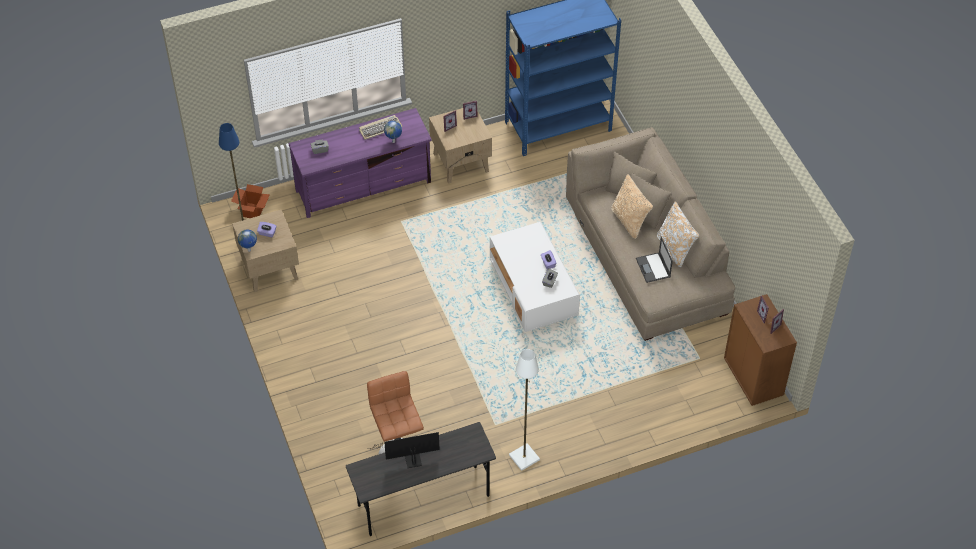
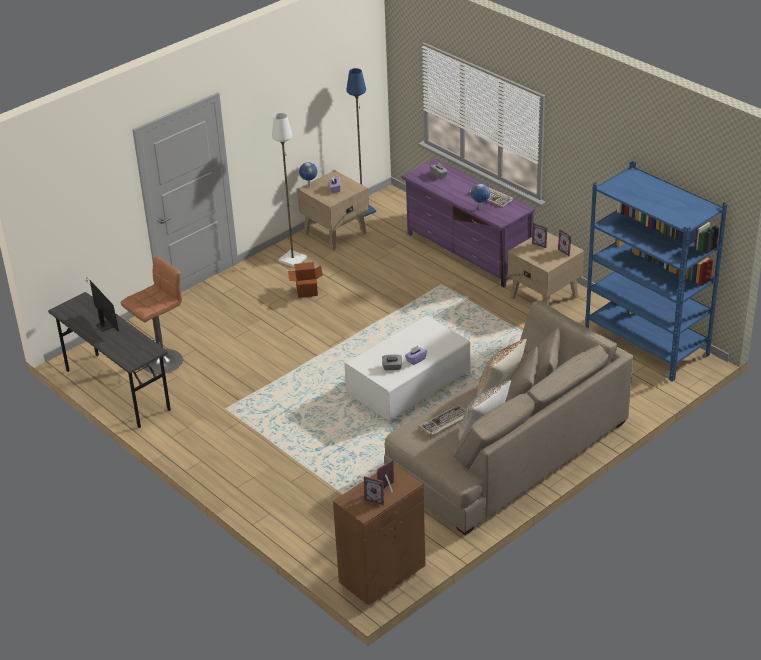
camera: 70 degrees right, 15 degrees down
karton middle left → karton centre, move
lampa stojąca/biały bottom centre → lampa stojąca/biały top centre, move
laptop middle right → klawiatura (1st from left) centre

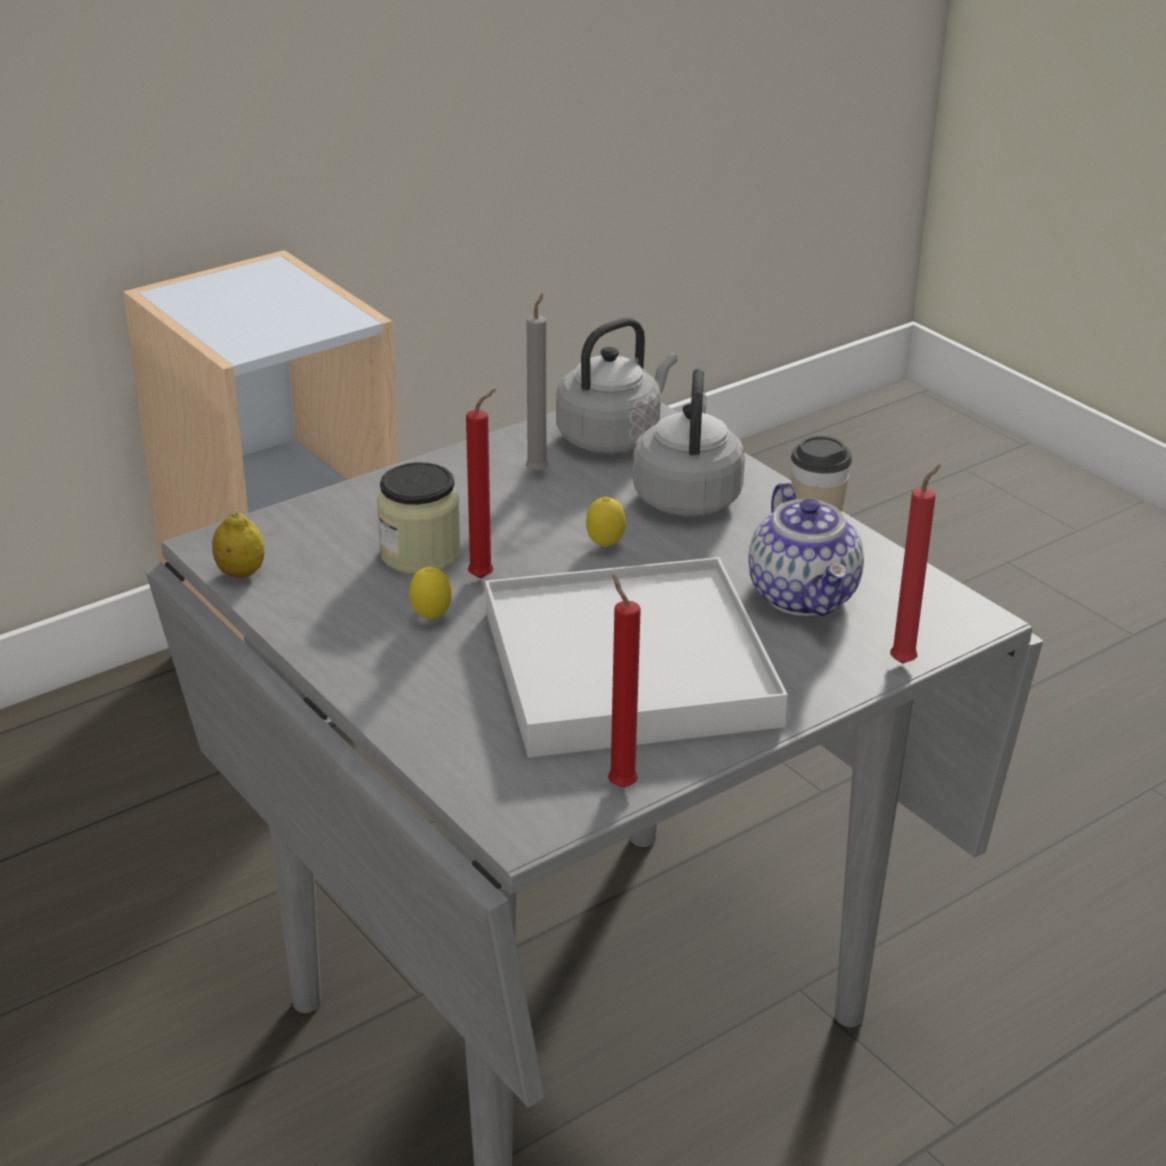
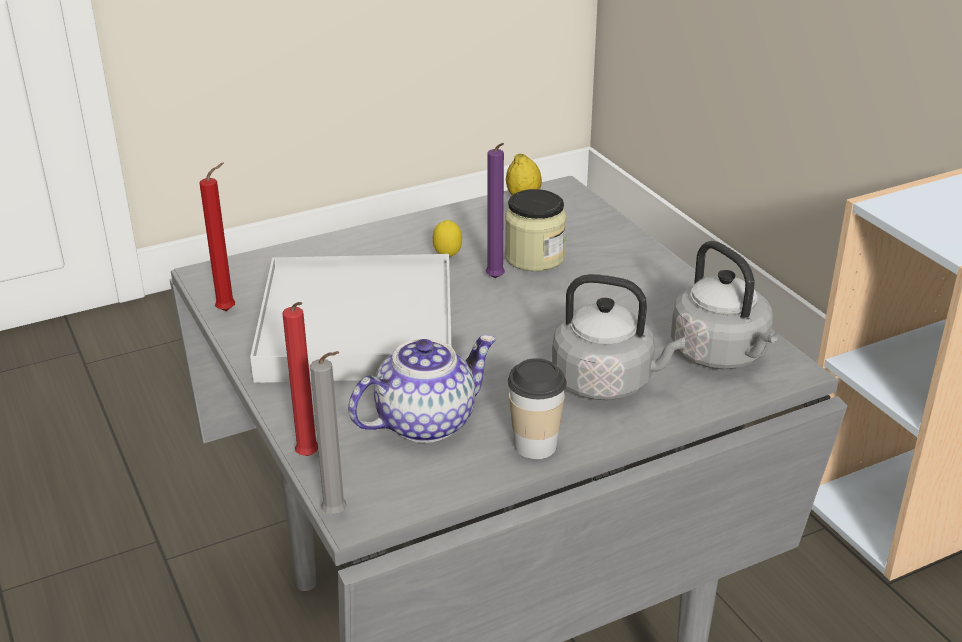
camera: 100 degrees right, 0 degrees up
cytryna (3rd from left) centre → -
świeca/szary top centre → świeca/szary bottom centre, move
świeca/czerwony (1st from left) centre → świeca/fioletowy top centre
imbryk middle right → imbryk centre, 150 degrees clockwise

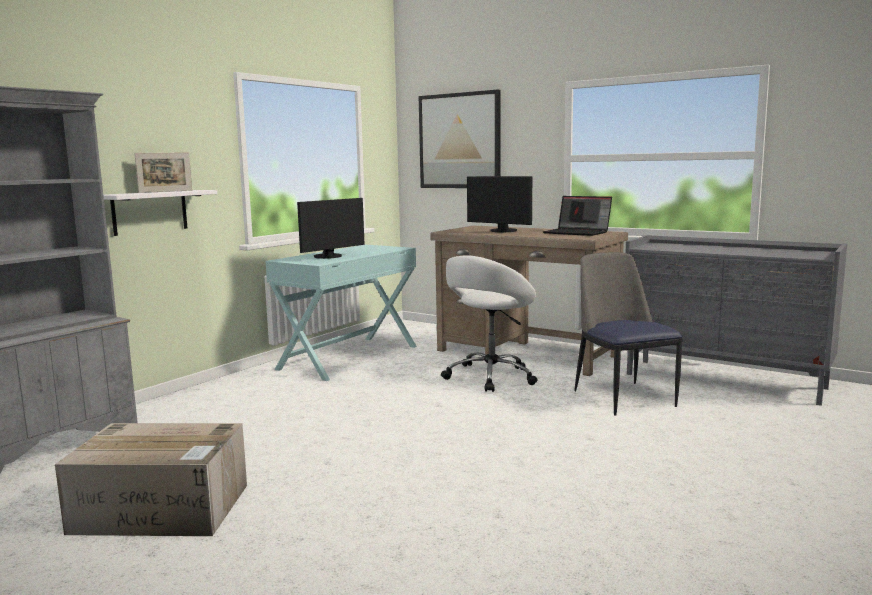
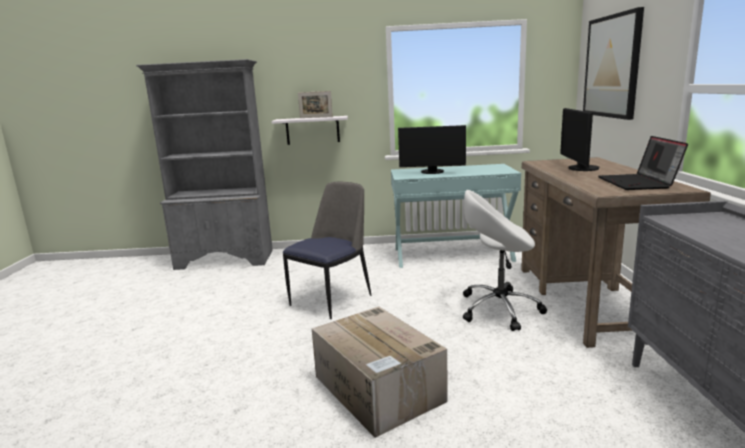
camera: 55 degrees right, 5 degrees up
karton bottom left → karton bottom centre, move
krzesło middle right → krzesło centre, move

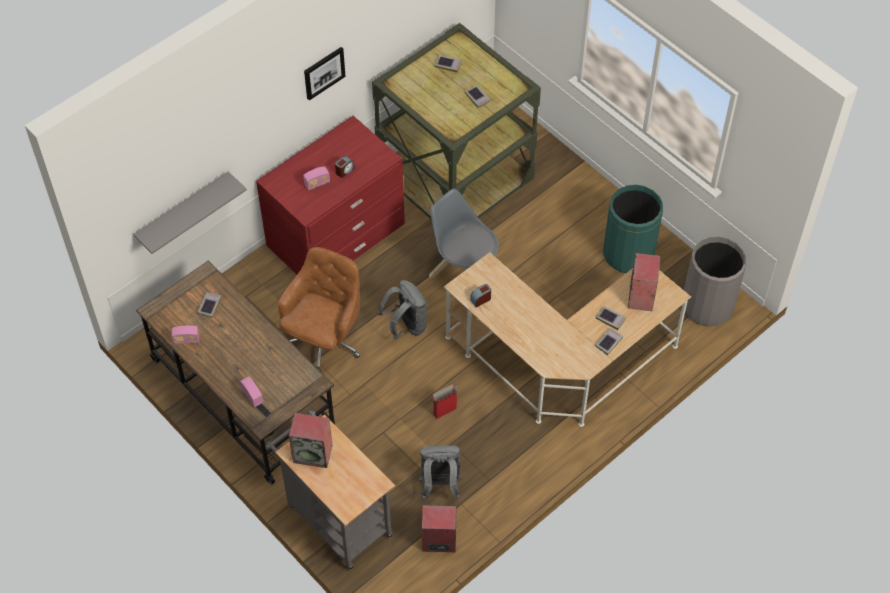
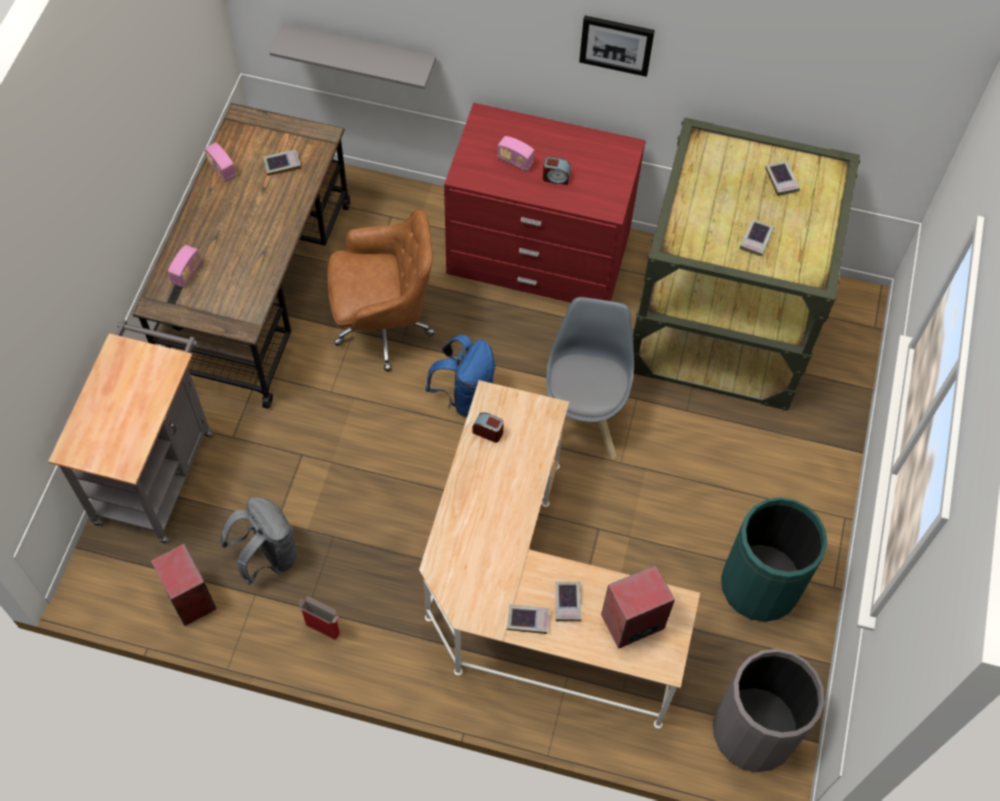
camera: 55 degrees right, 5 degrees up
głośnik (1st from left) bottom centre → -
karton bottom centre → karton bottom left, move
plecak/szary (1st from left) centre → plecak/niebieski centre

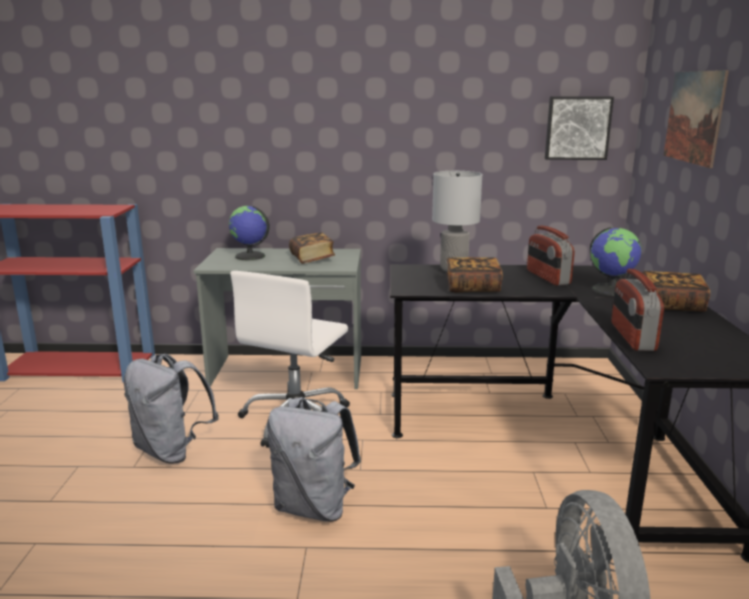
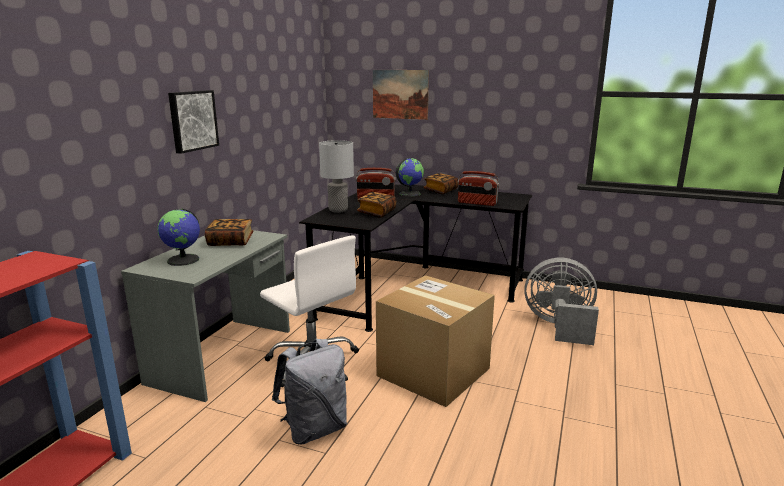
camera: 70 degrees left, 0 degrees up
obraz (1st from left) top right → obraz (1st from left) top left, move
plecak/szary (2nd from left) bottom centre → karton bottom centre

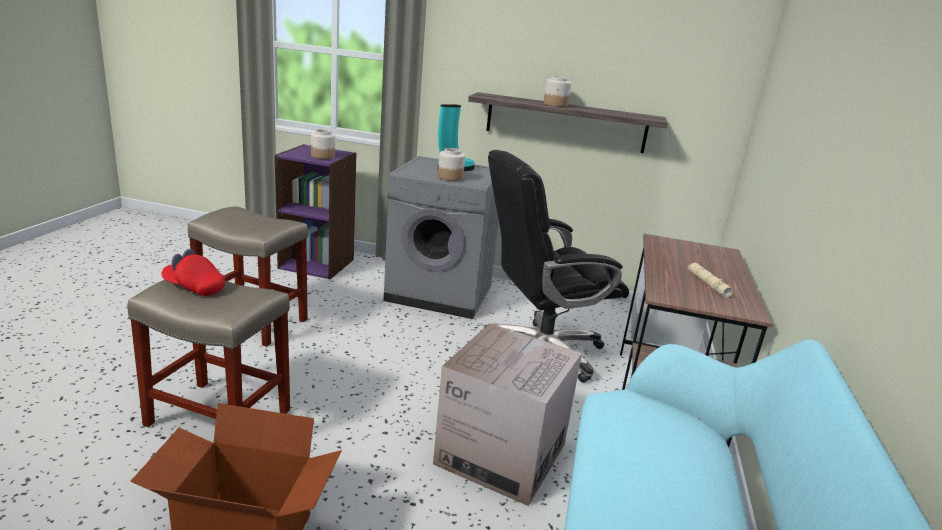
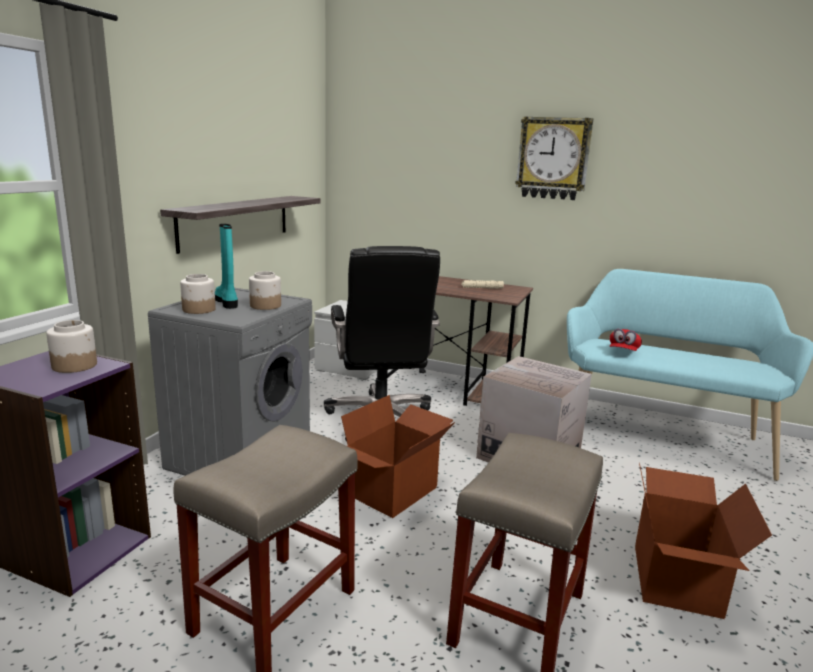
camera: 80 degrees left, 5 degrees down
- → karton (1st from left) bottom centre
- → zegar ścienny top right
czapka z daszkiem/czerwony middle left → czapka z daszkiem/czerwony middle right, move
słoik (3rd from left in the first image) top centre → słoik (2nd from left) middle left, move

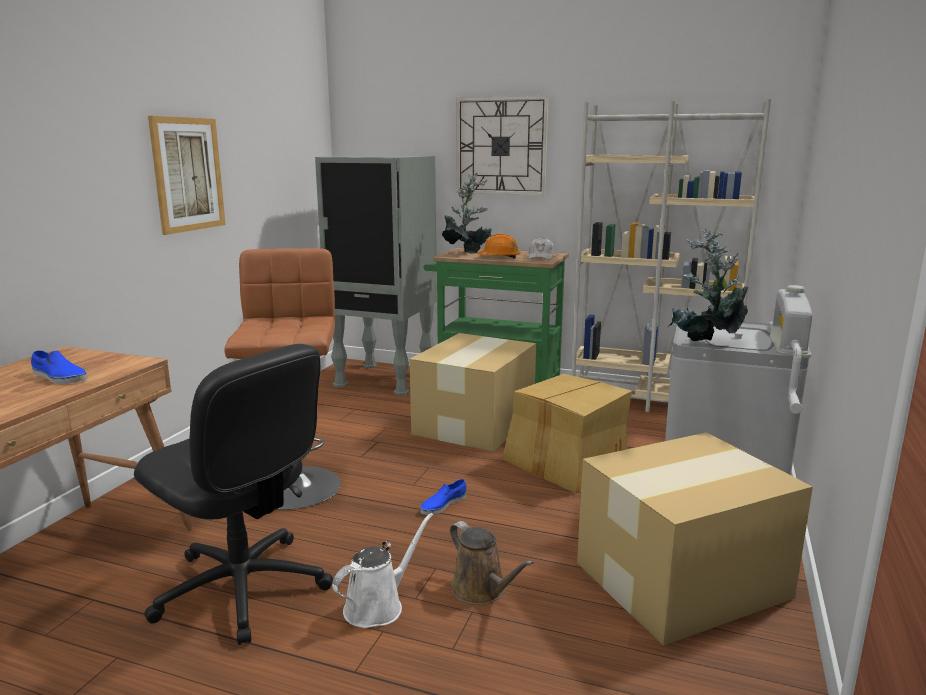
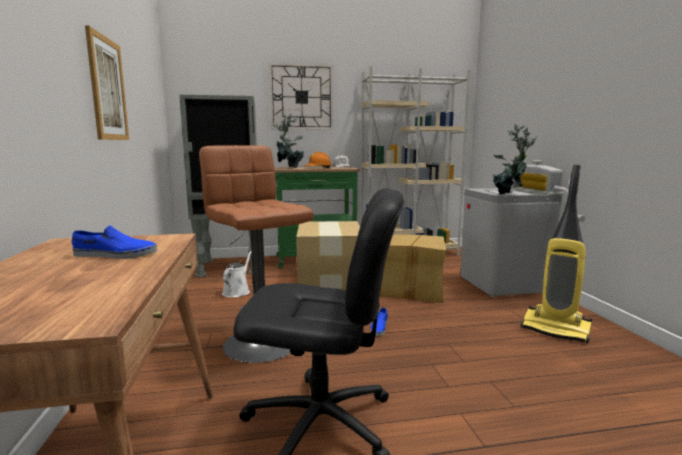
camera: 30 degrees left, 5 degrees down
konewka/brązowy bottom centre → -
konewka/biały bottom centre → konewka/biały centre, move
karton (3rd from left) bottom right → odkurzacz middle right

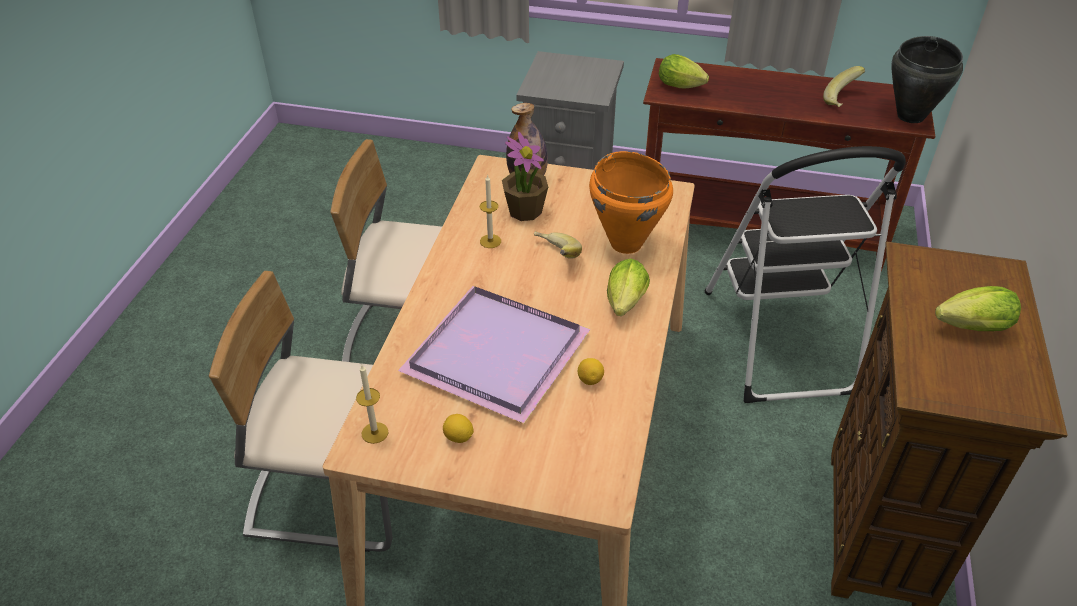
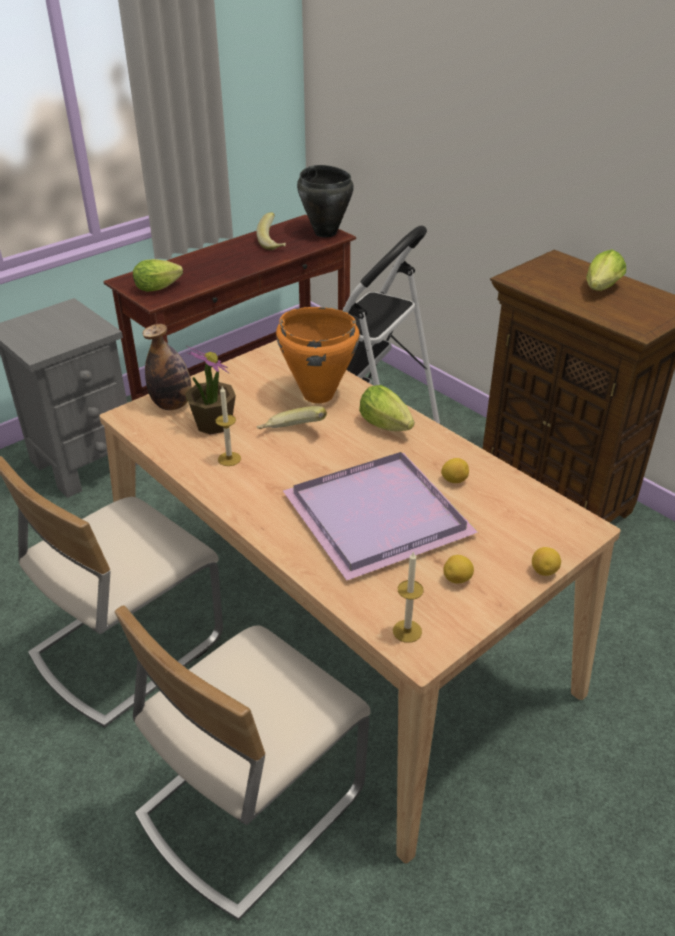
camera: 55 degrees left, 5 degrees down
- → cytryna (3rd from left) middle right

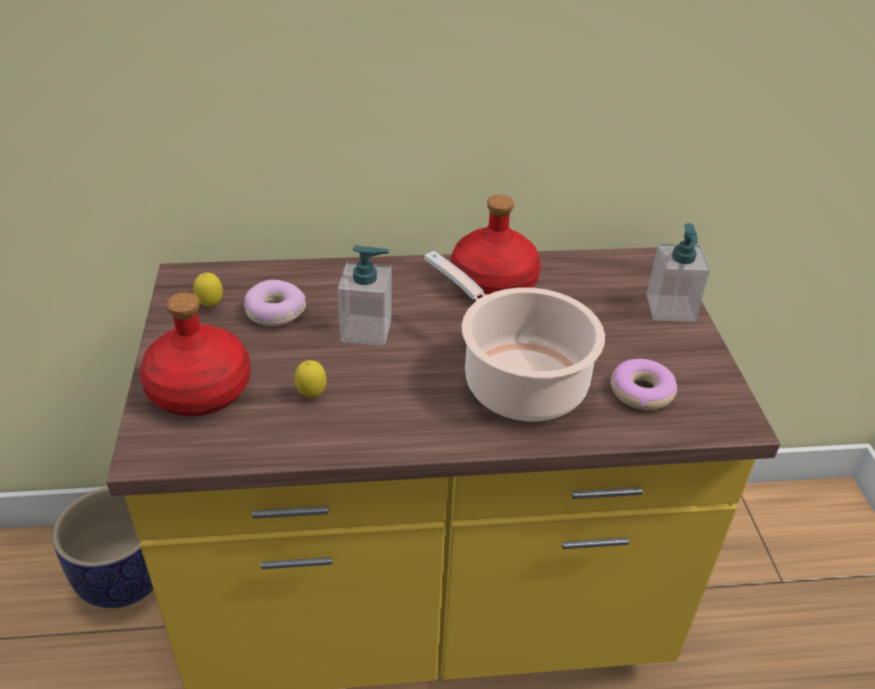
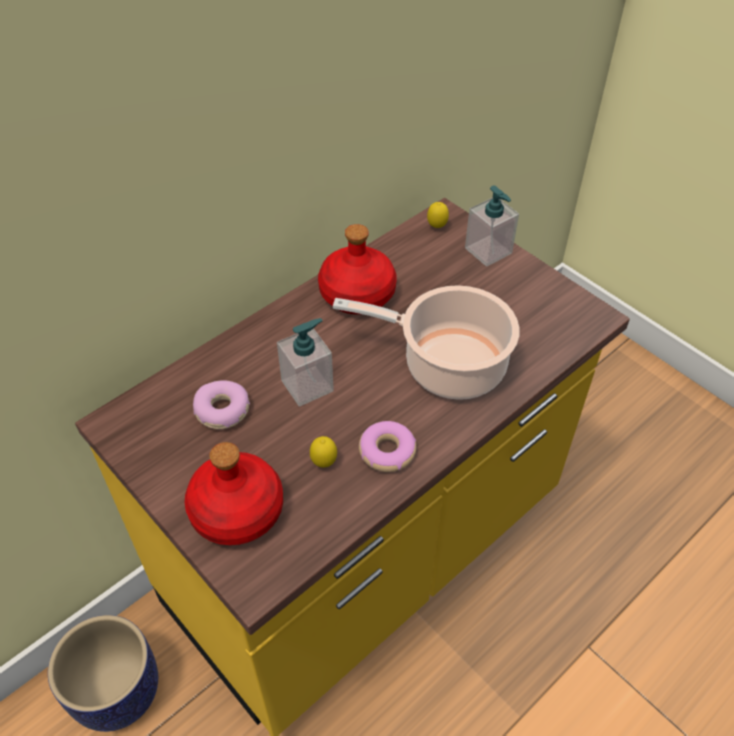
camera: 35 degrees left, 10 degrees up
cytryna (1st from left in the first image) middle left → cytryna (2nd from left) top centre, move
donut (2nd from left) middle right → donut (2nd from left) centre, move

